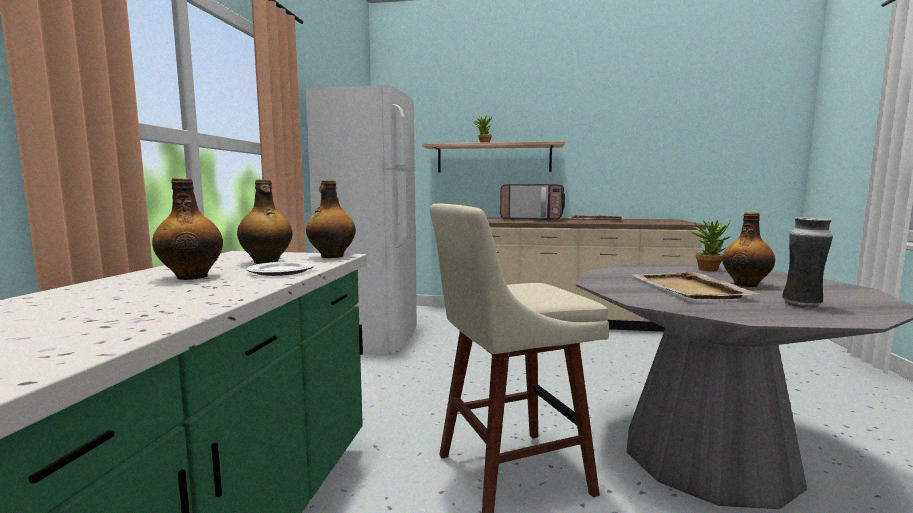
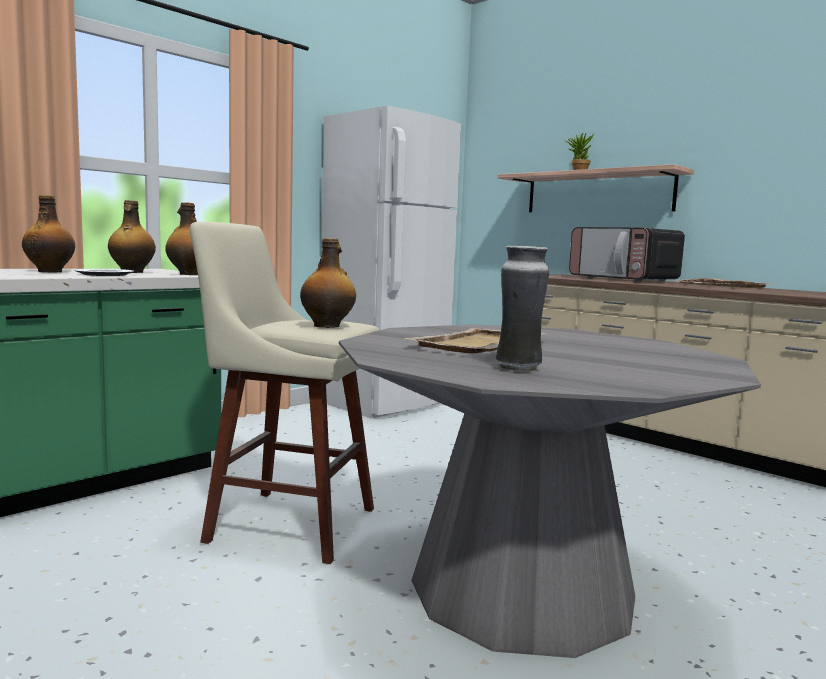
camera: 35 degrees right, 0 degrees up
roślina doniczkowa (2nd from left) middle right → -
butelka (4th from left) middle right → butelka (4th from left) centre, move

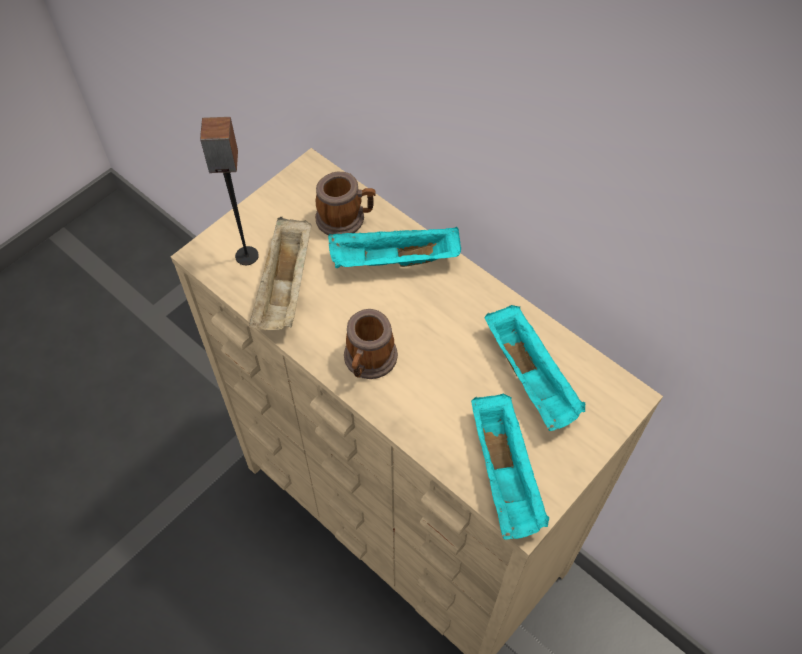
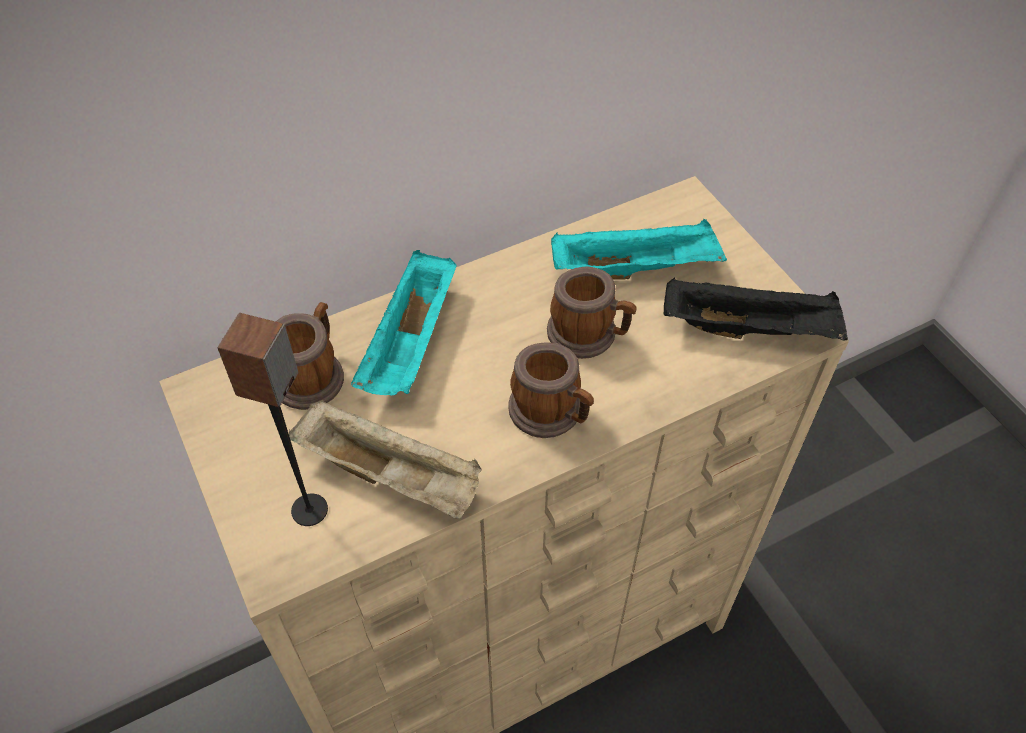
camera: 70 degrees left, 5 degrees down
- → kubek (3rd from left) centre
taca/turkusowy (2nd from left) bottom centre → taca/czarny middle right

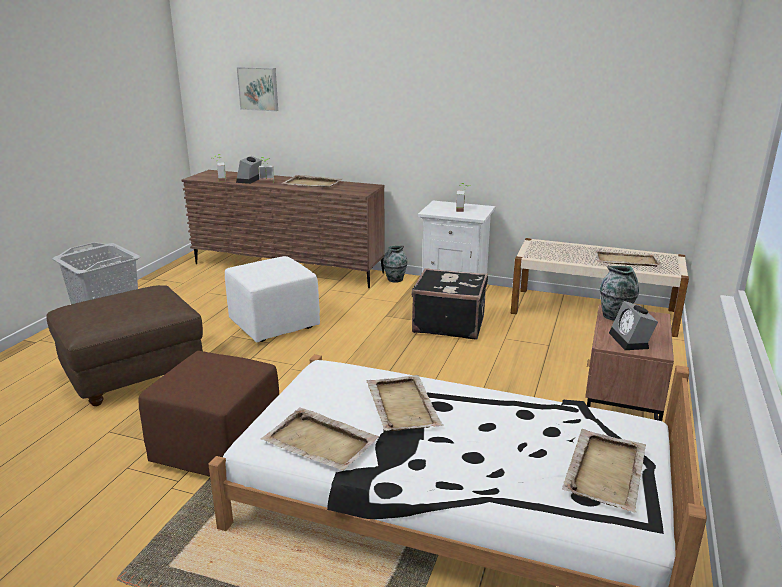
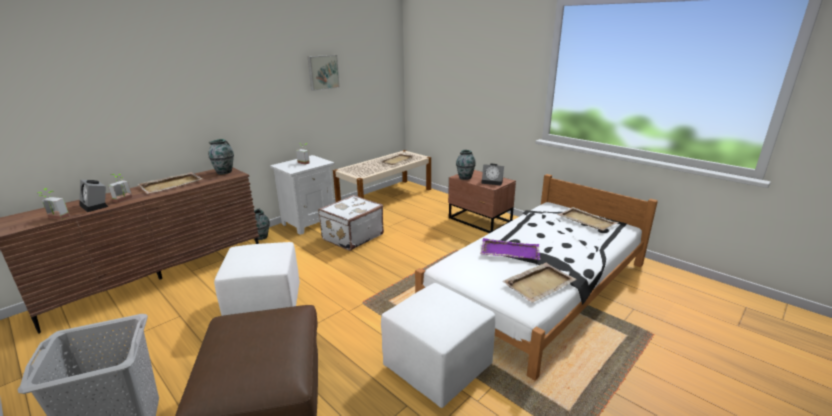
camera: 65 degrees left, 0 degrees up
- → wazon (1st from left) middle left
obraz top left → obraz top centre, move
pufa/brązowy (2nd from left) bottom left → pufa/biały (2nd from left) bottom centre
taca/beżowy (3rd from left) bottom centre → taca/fioletowy centre
walizka/czarny centre → walizka/biały centre

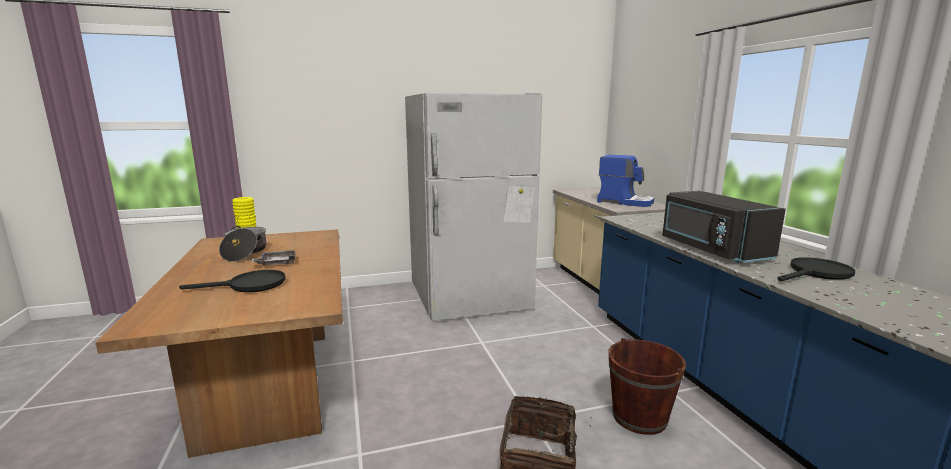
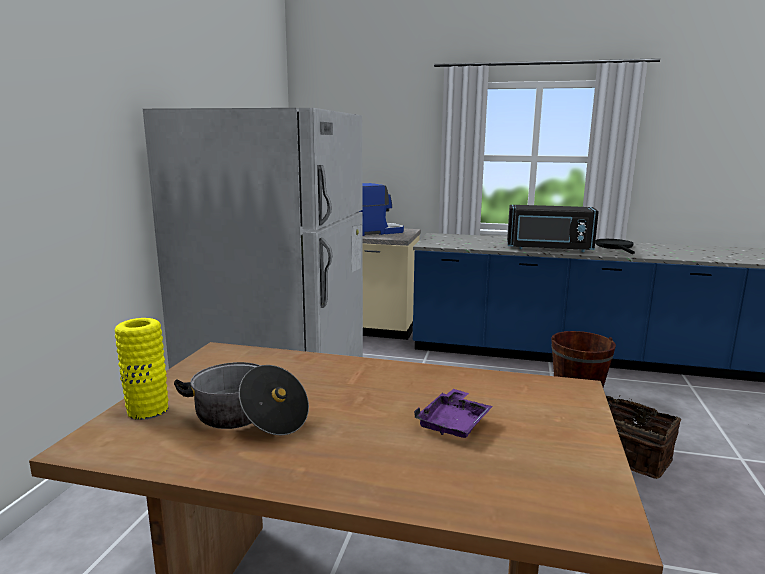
camera: 60 degrees left, 0 degrees up
taca/szary middle left → -
patelnia/czarny (1st from left) middle left → taca/fioletowy bottom centre

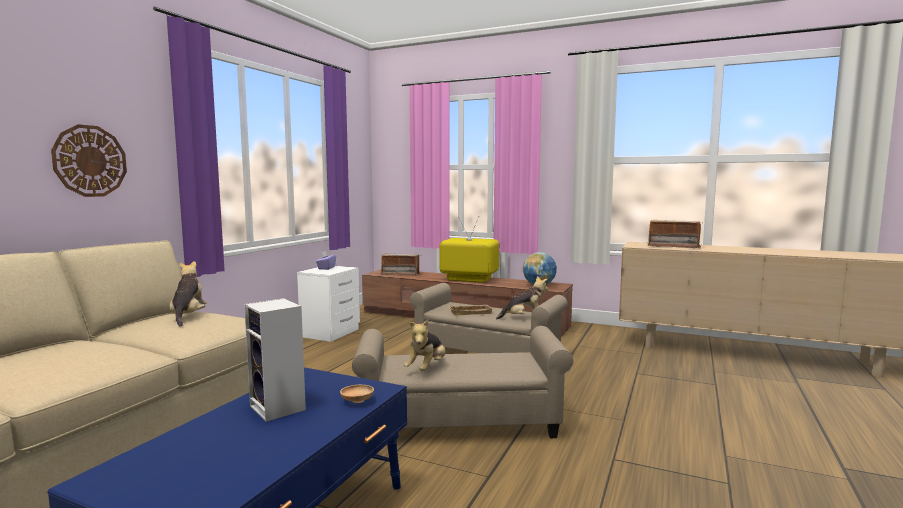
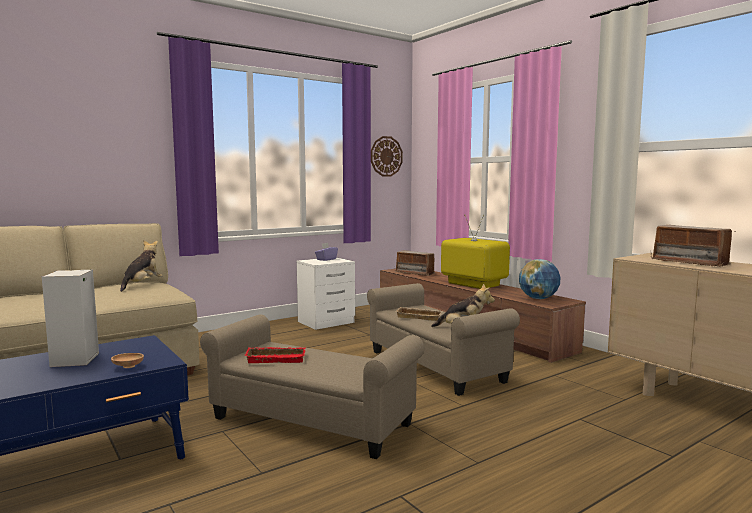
camera: 30 degrees right, 0 degrees up
zegar ścienny top left → zegar ścienny top centre, move
pluszak (2nd from left) bottom centre → taca/czerwony bottom centre

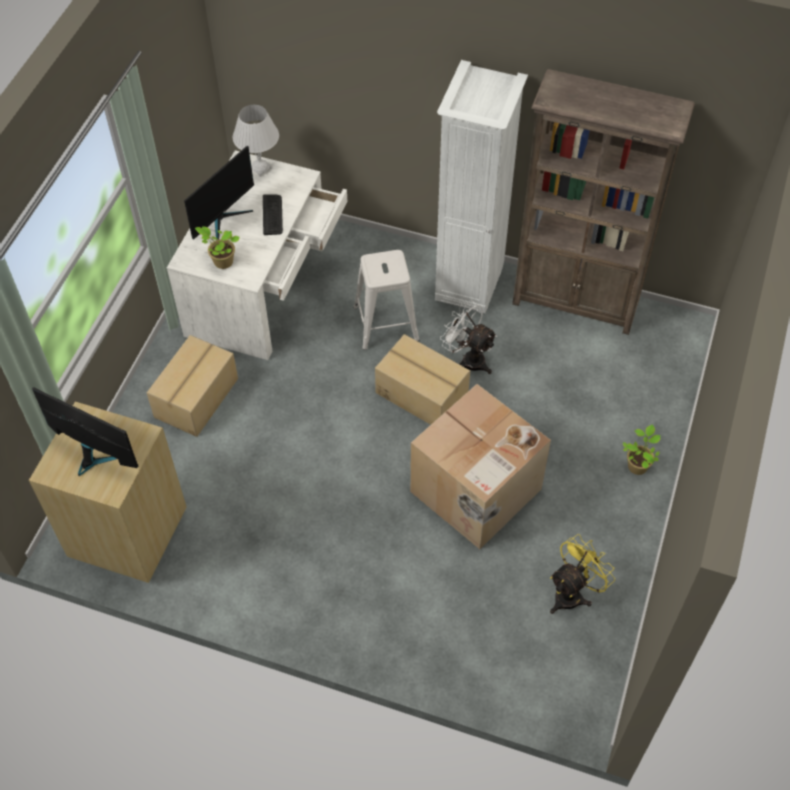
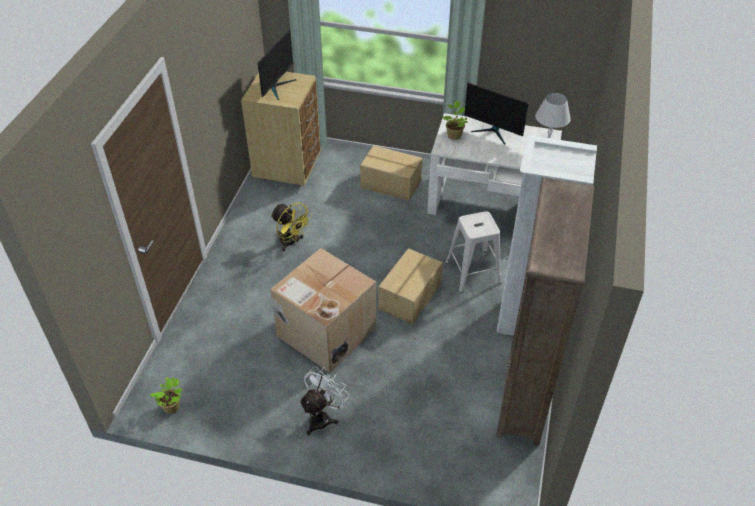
camera: 85 degrees right, 10 degrees down
klawiatura top centre → -
wentylator/biały centre → wentylator/biały bottom centre, move
wentylator/żółty bottom right → wentylator/żółty centre, move
roślina doniczkowa (2nd from left in the first image) middle right → roślina doniczkowa (1st from left) bottom left, move

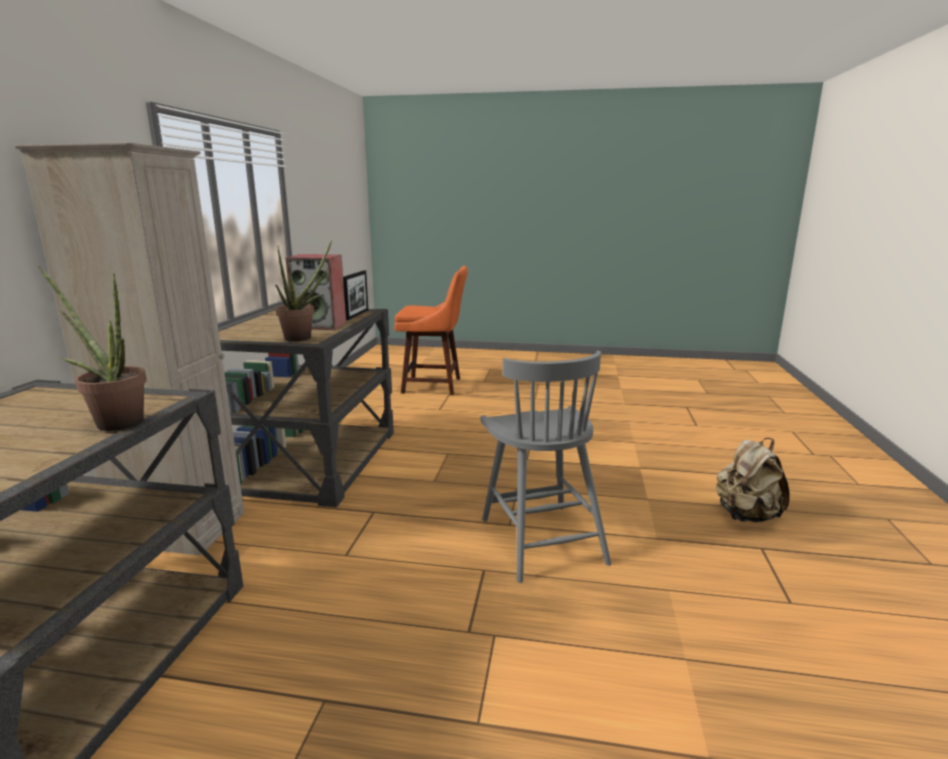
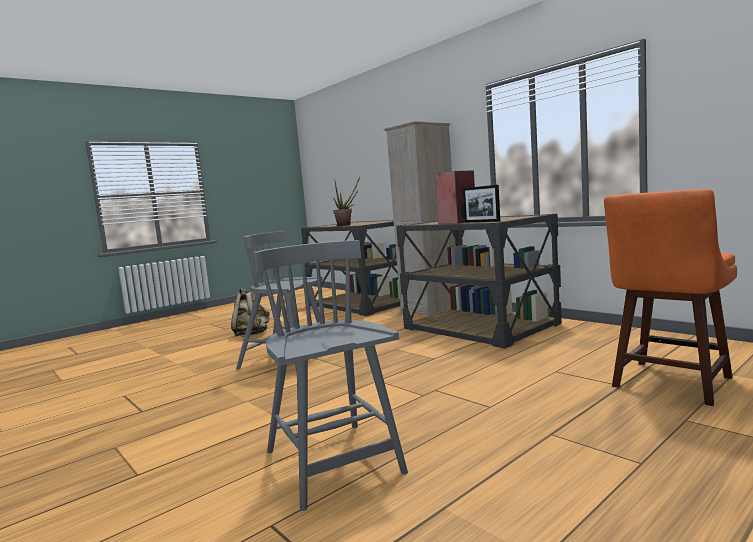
camera: 130 degrees right, 10 degrees down
roślina doniczkowa (2nd from left) middle left → -
- → krzesło/szary (2nd from left) bottom centre
plecak/beżowy middle right → plecak/beżowy middle left, move

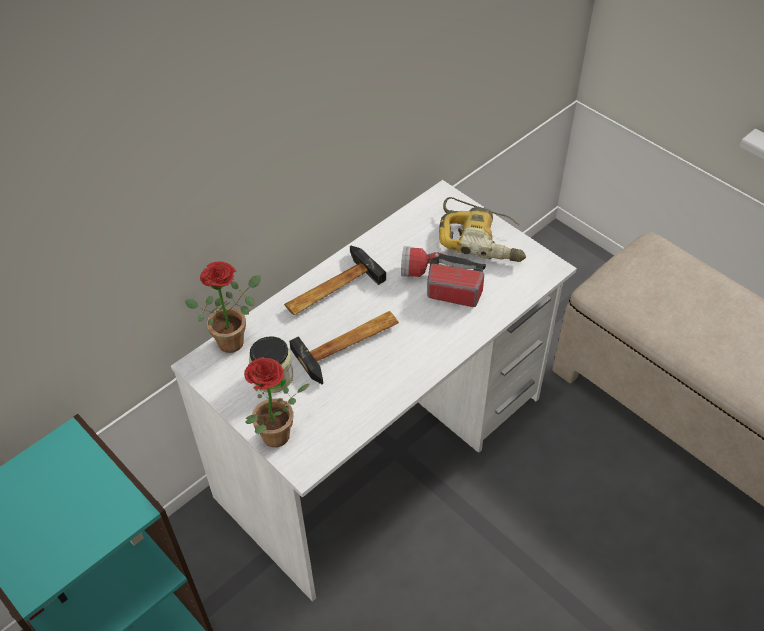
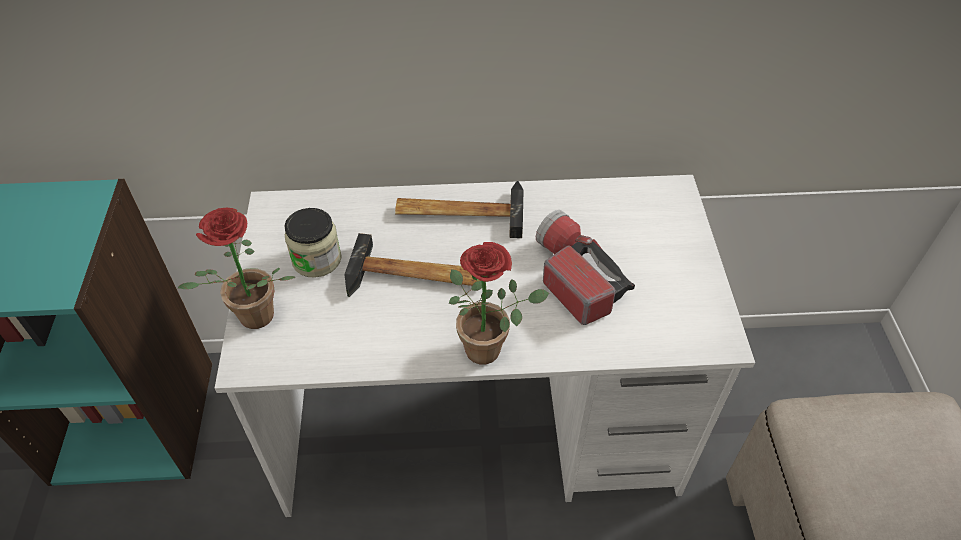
camera: 40 degrees right, 0 degrees up
wiertarka centre → -
roślina doniczkowa (1st from left in the first image) middle left → roślina doniczkowa (2nd from left) centre, move

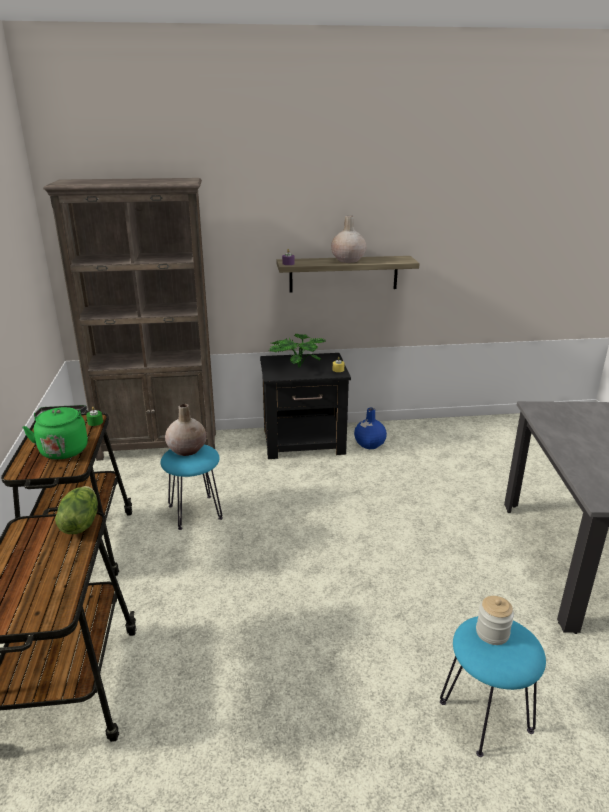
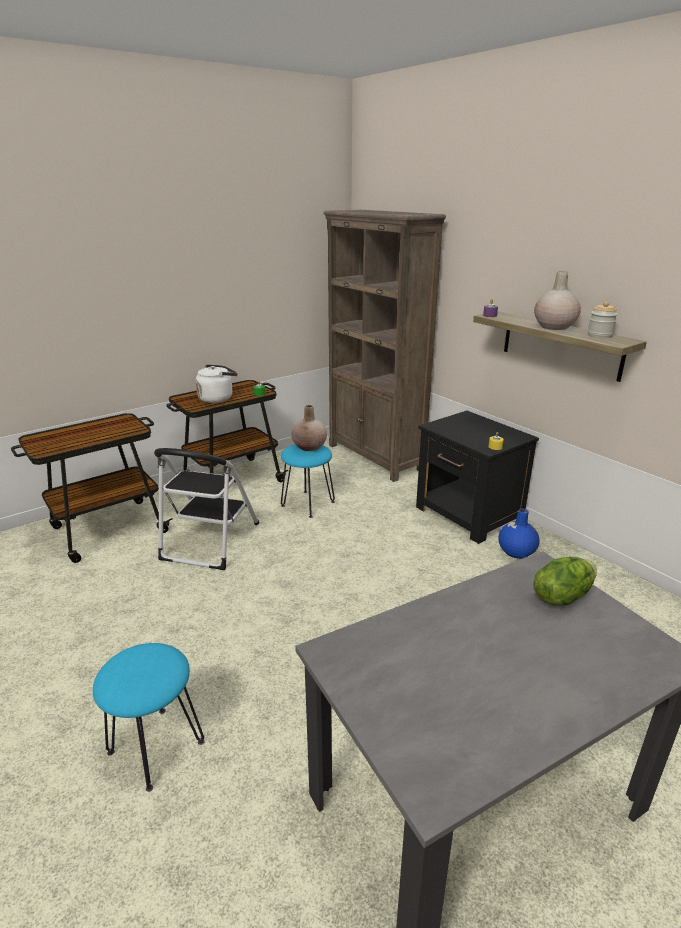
camera: 60 degrees right, 0 degrees up
roślina doniczkowa centre → -
- → drabinka middle left
sałata middle left → sałata middle right, move
słoik bottom right → słoik middle right, move
czajnik/zielony middle left → czajnik/biały middle left

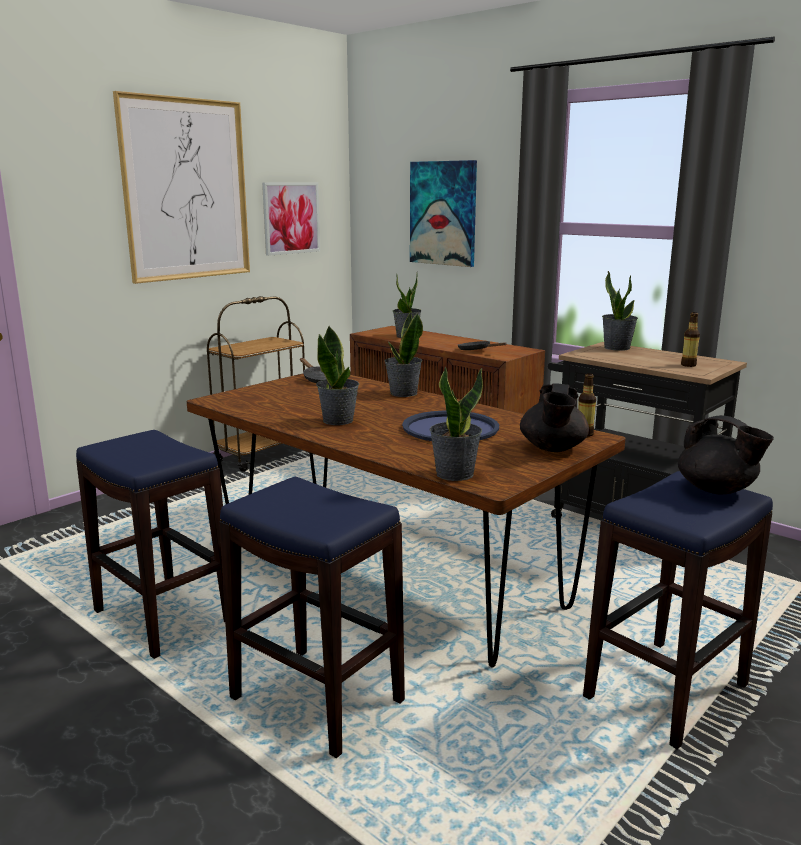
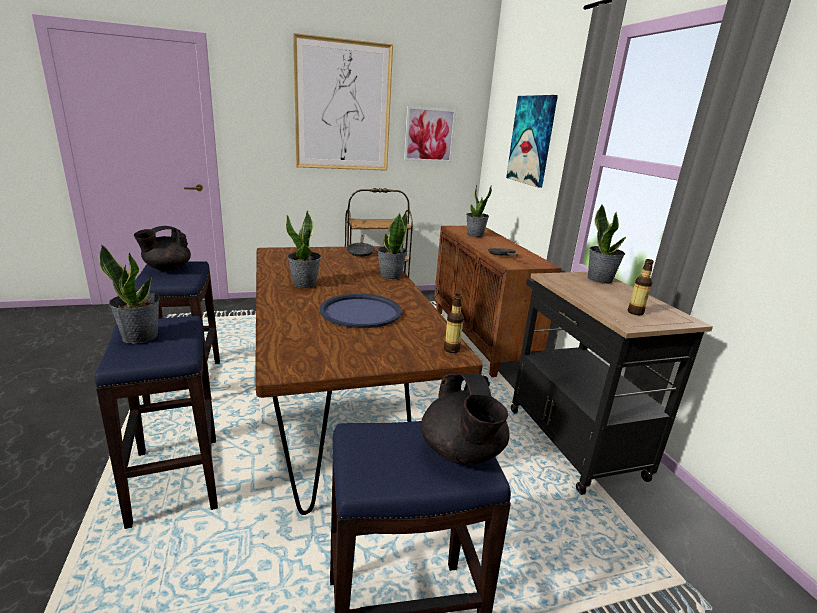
camera: 30 degrees right, 5 degrees up
roślina doniczkowa (4th from left in the first image) centre → roślina doniczkowa (1st from left) middle left, move
imbryk/czarny (1st from left) middle right → imbryk/czarny (1st from left) middle left, move

